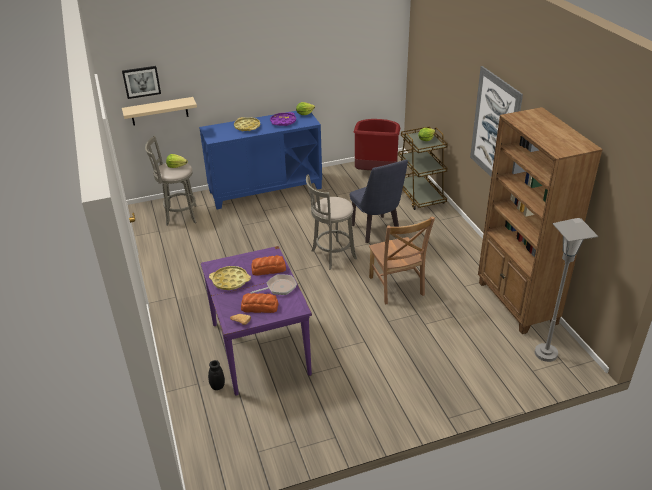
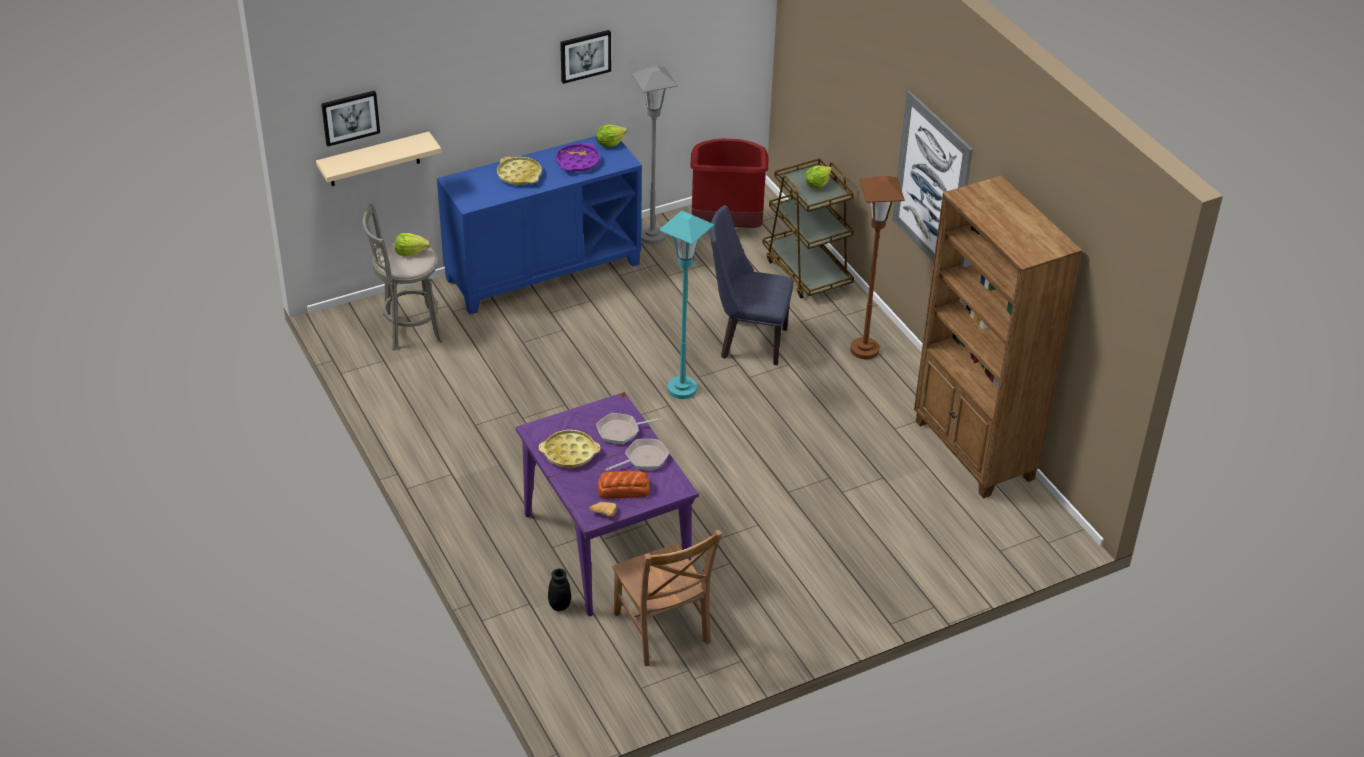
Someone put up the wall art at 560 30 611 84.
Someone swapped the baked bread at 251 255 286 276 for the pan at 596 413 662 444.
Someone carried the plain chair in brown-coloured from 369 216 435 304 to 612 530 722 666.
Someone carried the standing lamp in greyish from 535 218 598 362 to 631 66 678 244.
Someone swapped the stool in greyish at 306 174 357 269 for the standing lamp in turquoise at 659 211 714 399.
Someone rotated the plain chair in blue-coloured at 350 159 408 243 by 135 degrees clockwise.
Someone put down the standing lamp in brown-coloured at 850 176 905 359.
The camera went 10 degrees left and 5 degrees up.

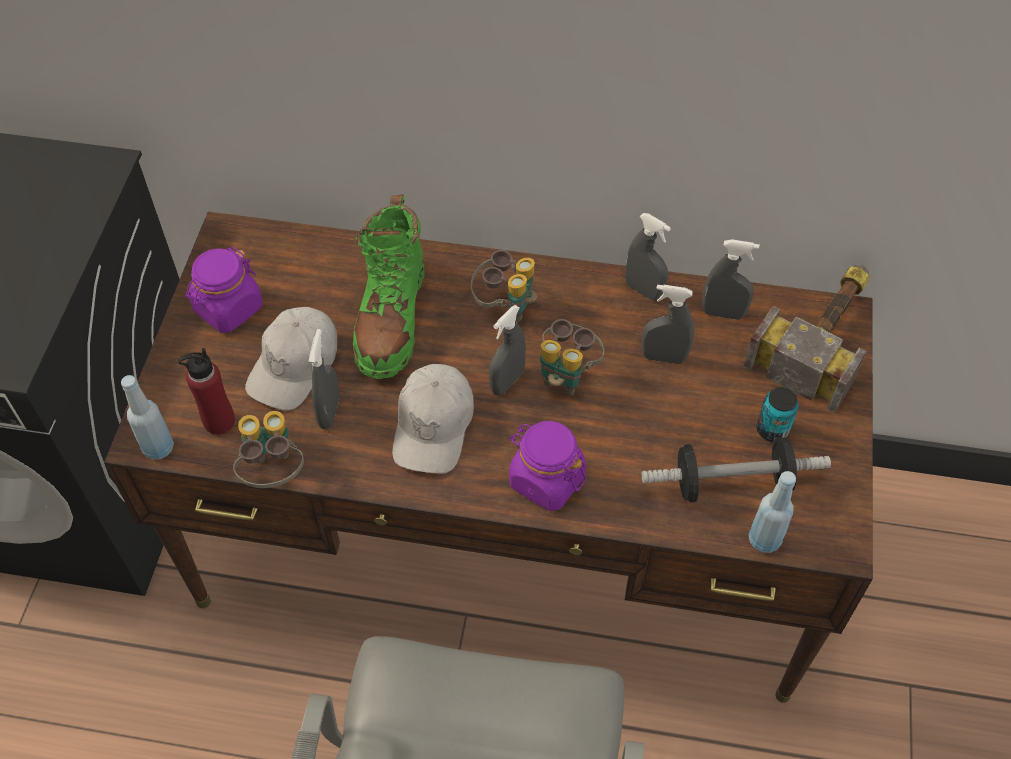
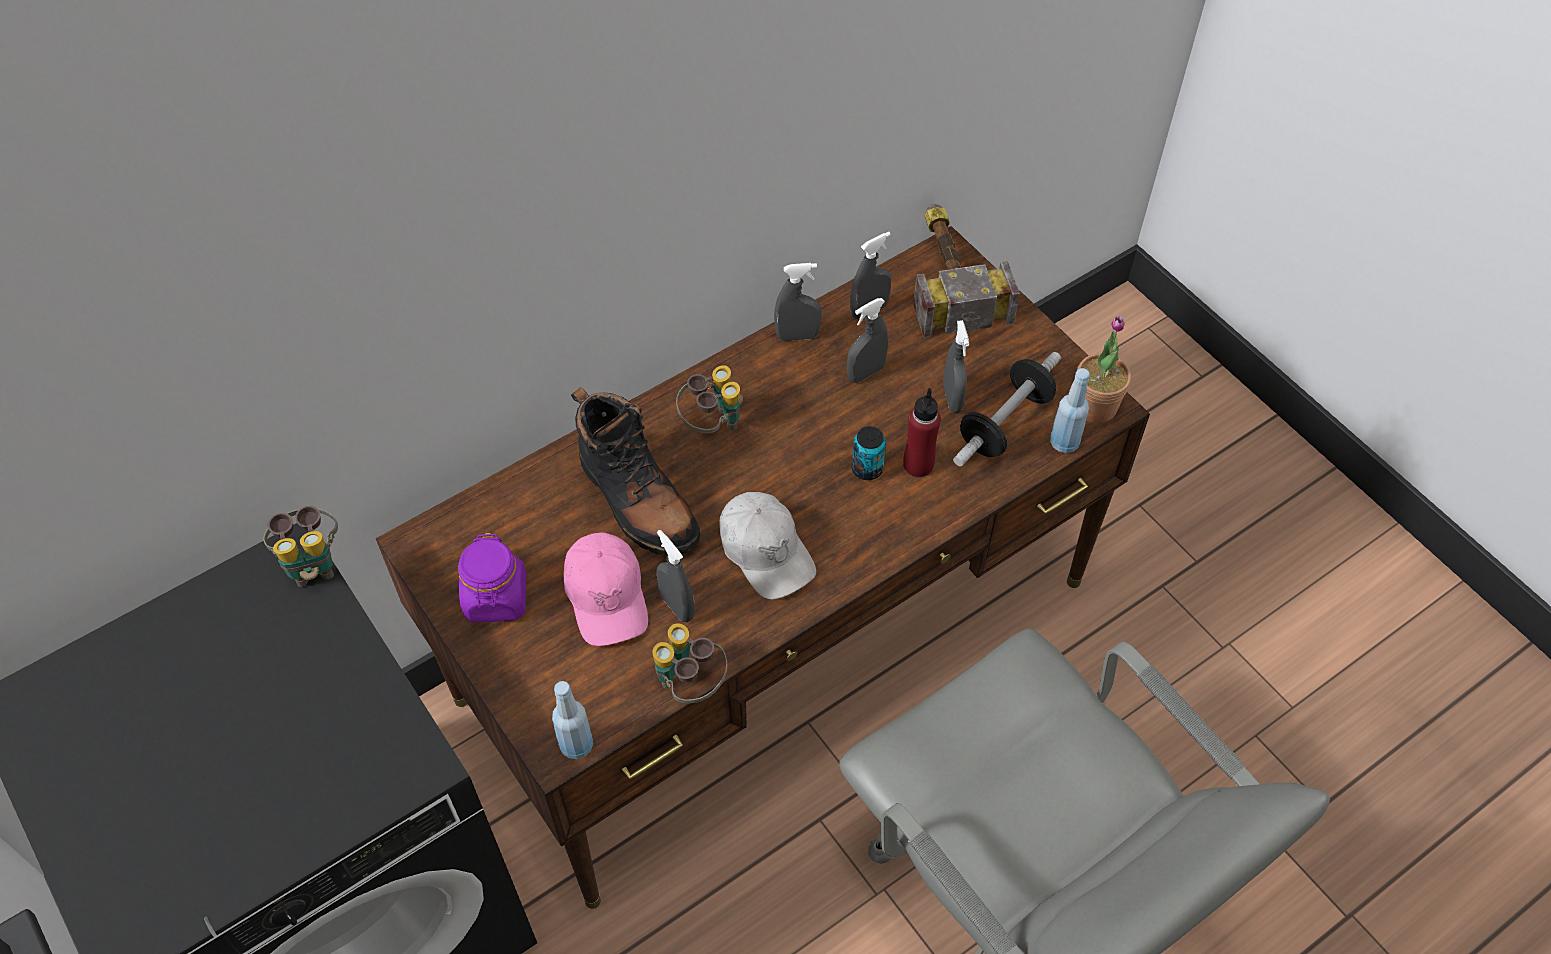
Someone carried the binoculars from 540 319 604 395 to 263 505 338 587.
Someone repainted the cap in white at 245 307 337 410, which became the cap in pink at 563 532 648 646.
Someone repainted the tall boot in greenish at 353 194 425 379, which became the tall boot in blackish at 571 387 700 555.
Someone carried the sealed can from 756 387 799 442 to 852 426 886 480.
Someone carried the bottle in reddish from 178 348 235 435 to 903 388 941 477.
Someone carried the hand sprayer in greyish from 489 305 526 396 to 943 320 969 413.
Someone put down the plant in a pot at 1077 316 1131 423.
Someone took away the preserve jar in purple at 509 421 586 511.
The camera went 45 degrees left and 0 degrees up.

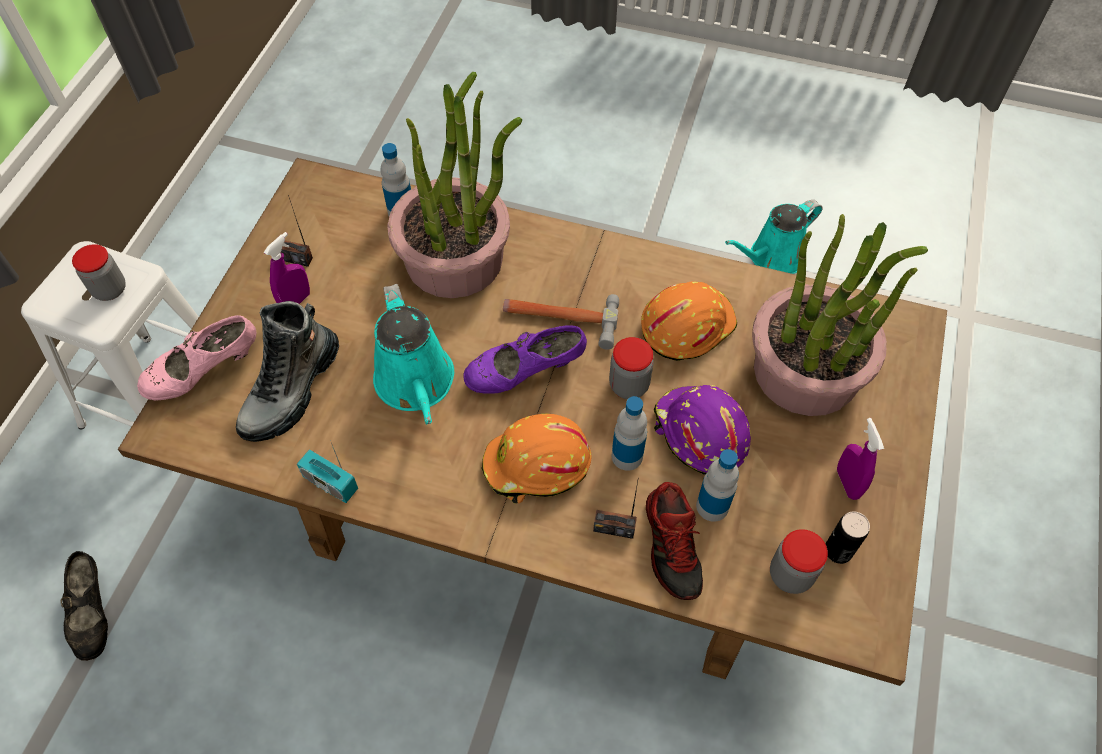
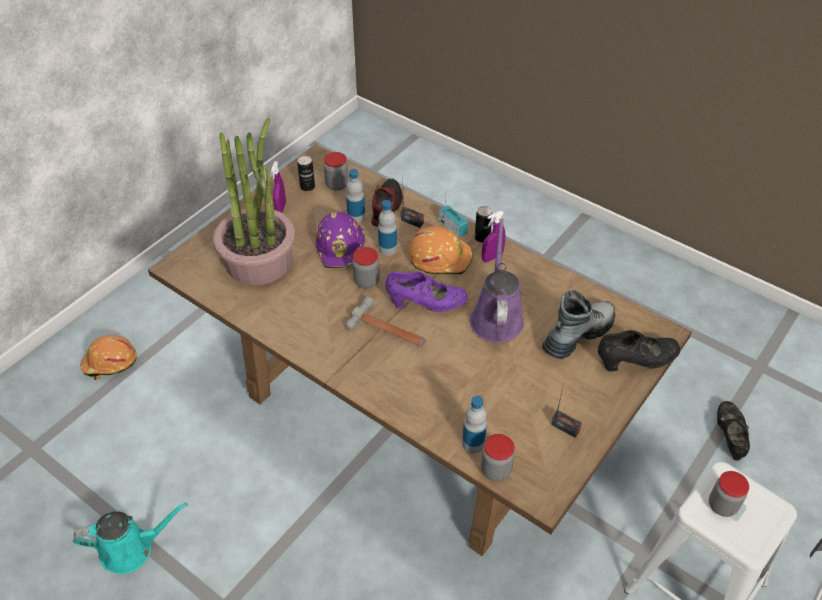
Someone carried the safety helmet in orange from 641 282 737 361 to 80 335 137 380.
Someone carried the radio set from 297 443 358 503 to 439 193 468 238.
Someone repainted the watering can in turquoise at 373 284 454 424, which became the watering can in purple at 470 219 524 343.
Someone put down the sealed can at 475 206 492 243.
Someone put down the preserve jar at 481 434 515 482.
Someone carried the hand sprayer in purple from 264 232 310 304 to 482 211 505 262.
Someone repainted the shoe in pink at 137 315 256 401, which became the shoe in blackish at 598 330 680 371.
Someone took away the plant in a pot at 387 72 522 298.
The camera went 160 degrees left and 10 degrees down.

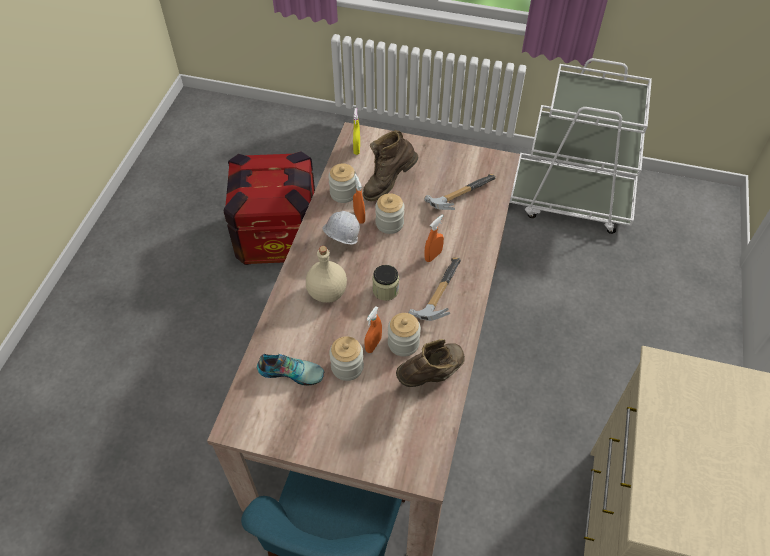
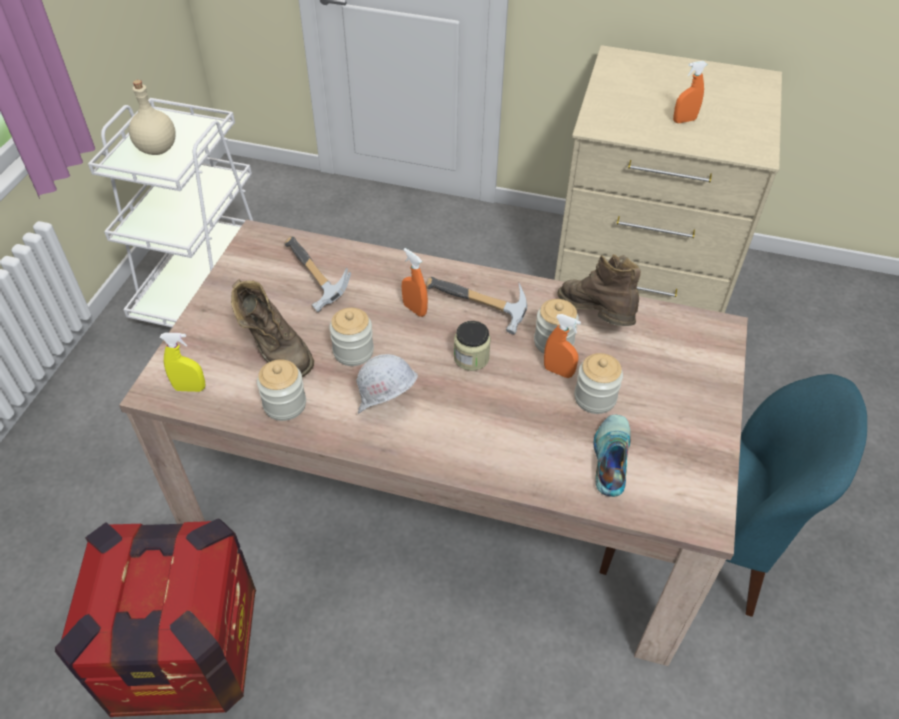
Someone carried the bottle in beige from 306 246 347 303 to 129 80 176 155.
Someone carried the hand sprayer in orange from 353 174 365 224 to 673 61 707 123.
The camera went 90 degrees left and 5 degrees down.

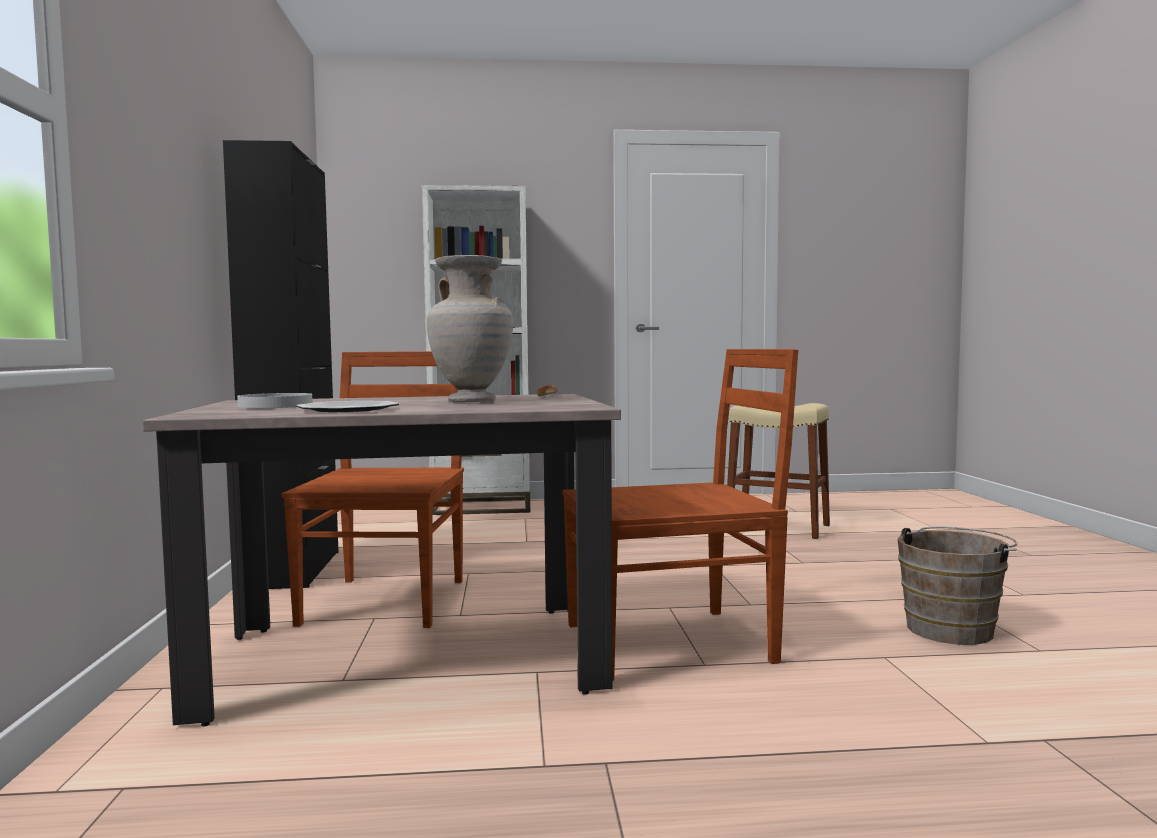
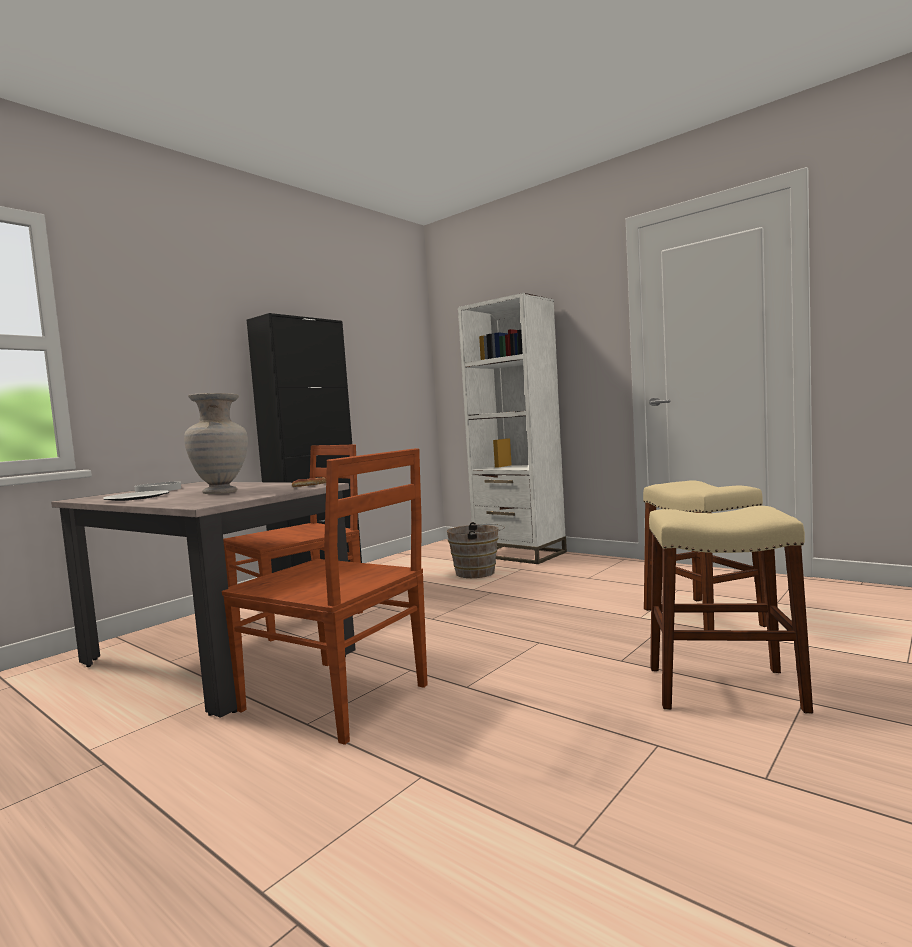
Someone carried the water bucket in brown-coloured from 897 526 1018 645 to 447 522 505 578.
Someone put down the stool in beige at 649 506 813 714.
The camera went 45 degrees right and 0 degrees up.

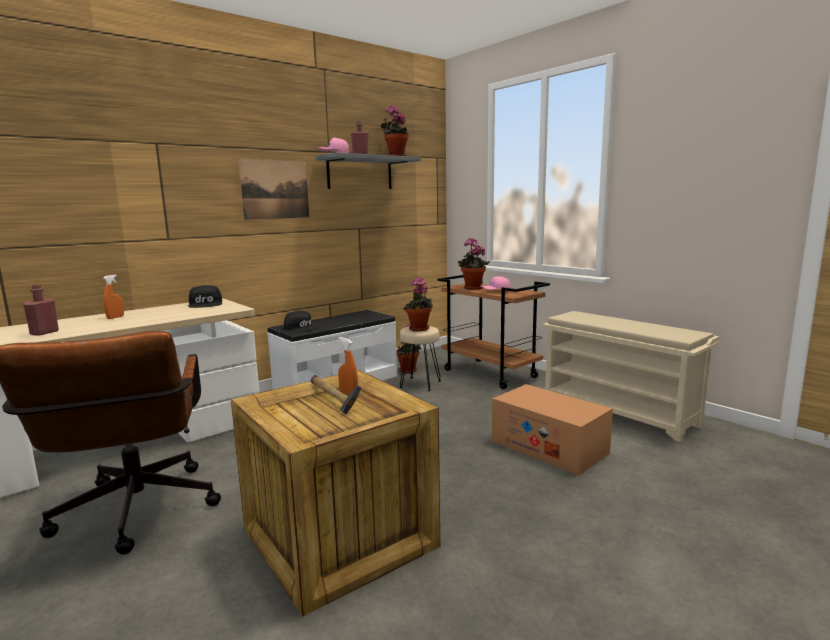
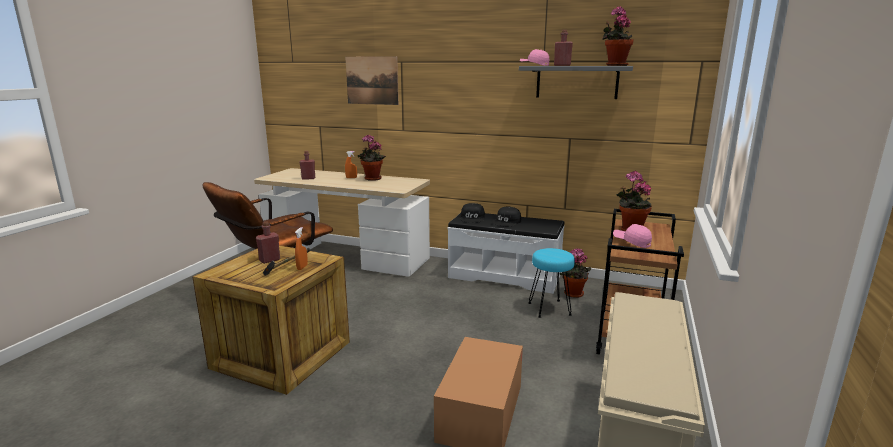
Someone put down the bottle in reddish at 256 222 280 264.
Someone carried the wall art from 238 159 309 220 to 345 56 399 105.
Someone carried the plant in a pot from 403 277 433 332 to 358 134 386 181.
Someone carried the cap in blackish from 188 285 222 308 to 492 207 521 226.
Someone repainted the stool in beige at 400 326 441 391, which became the stool in turquoise at 528 248 575 318.
The camera went 60 degrees right and 5 degrees up.

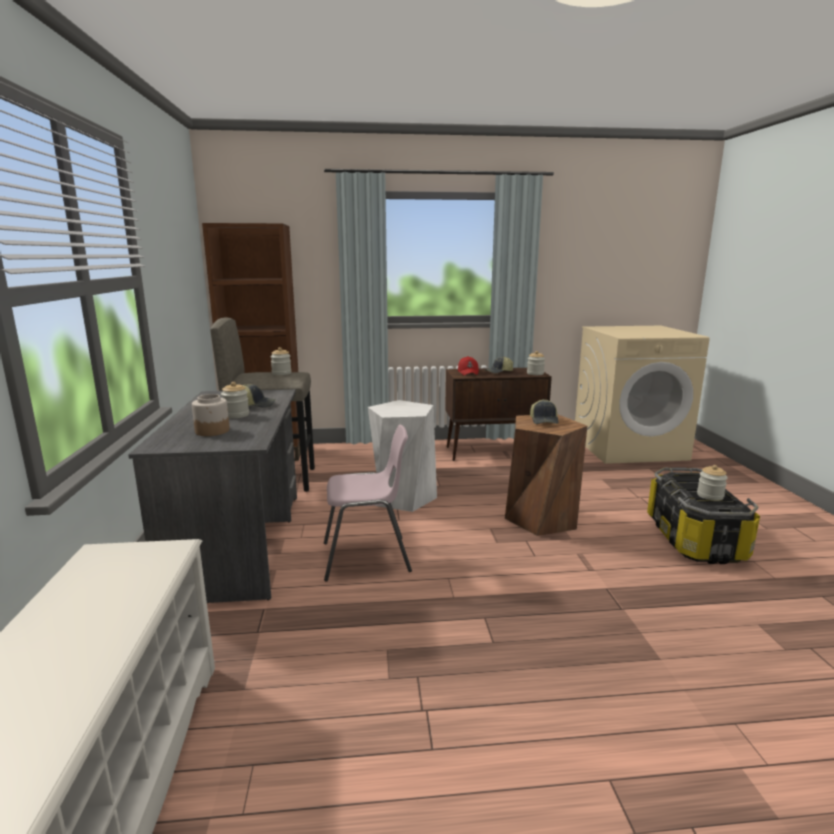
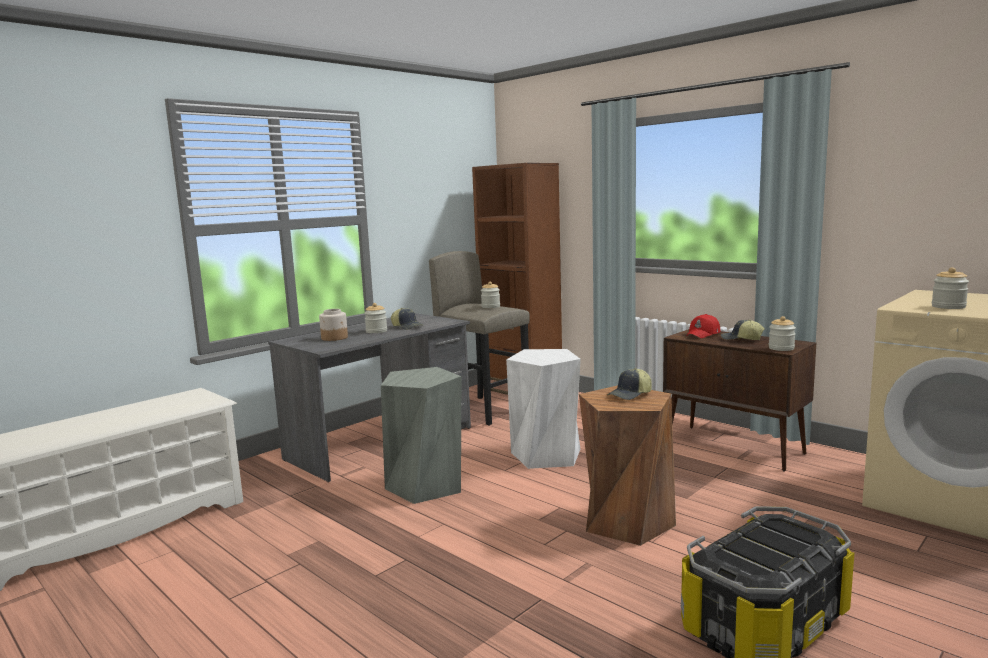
Someone swapped the plain chair in pink at 324 425 412 581 for the stool in greyish at 381 367 461 504.
Someone carried the preserve jar from 697 465 728 501 to 932 267 969 309.
The camera went 50 degrees right and 5 degrees down.

